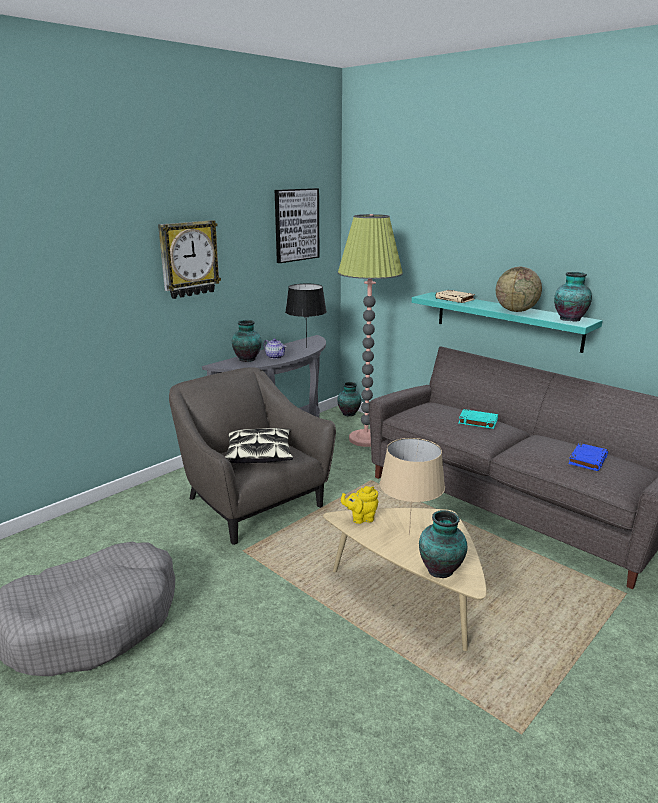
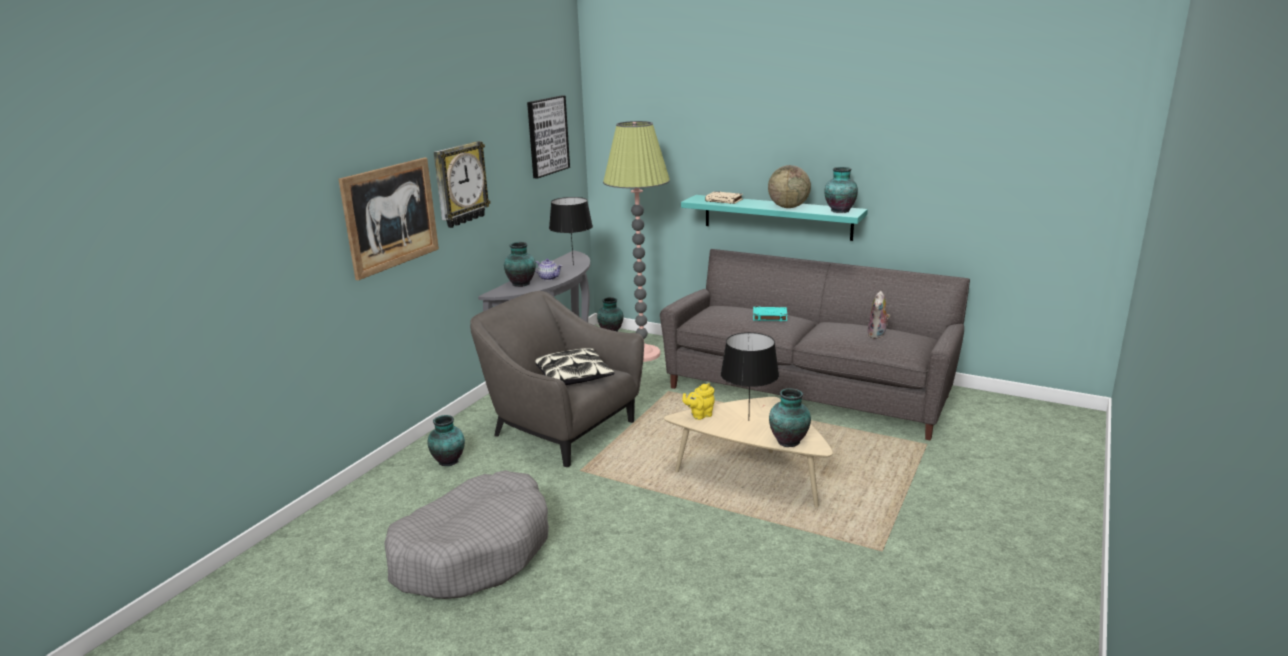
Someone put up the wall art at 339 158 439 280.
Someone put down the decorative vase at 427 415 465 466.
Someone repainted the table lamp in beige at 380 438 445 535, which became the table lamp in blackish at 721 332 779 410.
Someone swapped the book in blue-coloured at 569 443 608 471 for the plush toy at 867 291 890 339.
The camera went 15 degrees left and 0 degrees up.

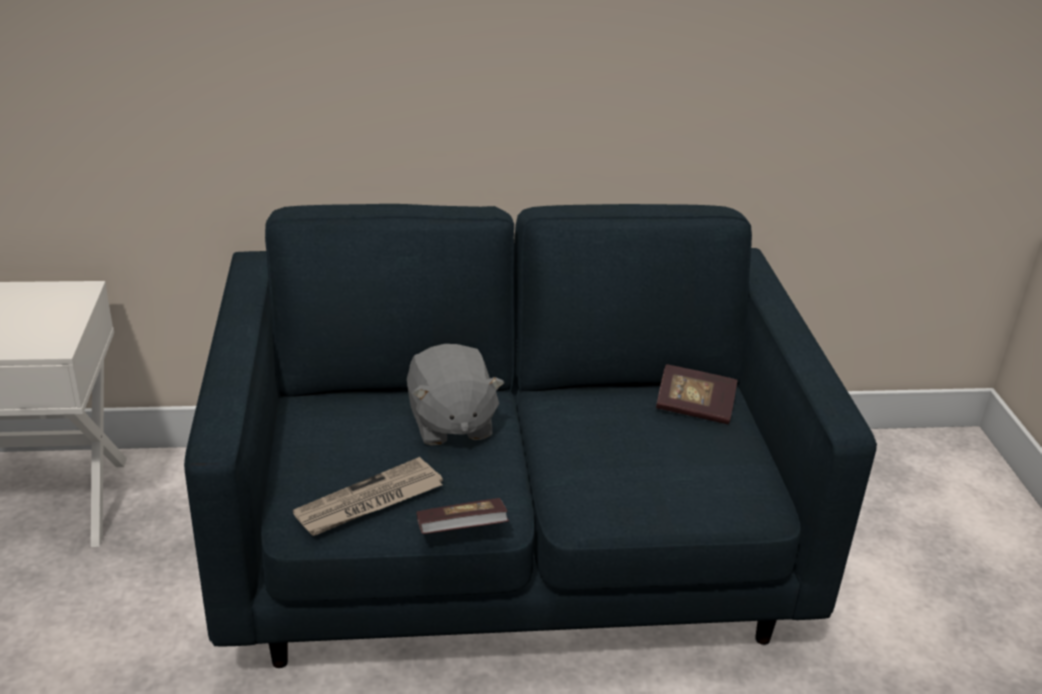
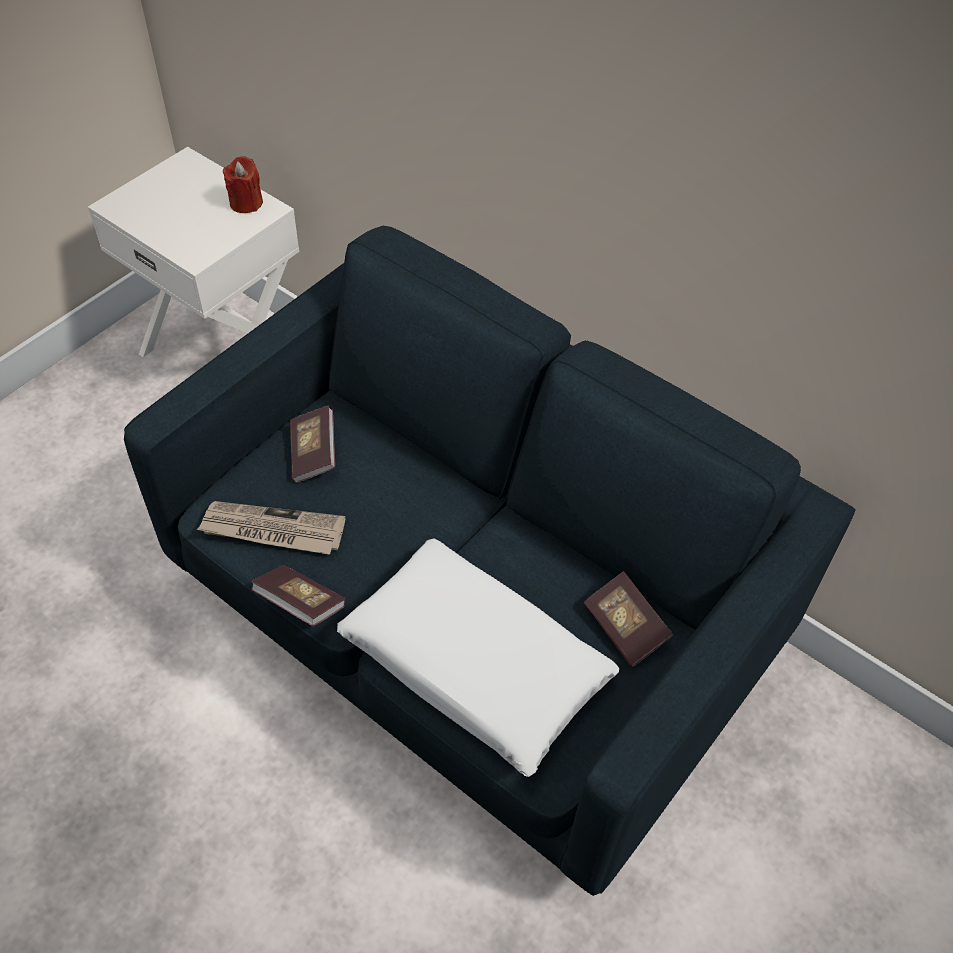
Someone put down the candle in reddish at 223 156 263 213.
Someone put down the book at 290 405 336 483.
Someone put down the cushion in white at 337 539 619 777.
Someone took away the plush toy in greyish at 407 344 504 446.
The camera went 45 degrees right and 20 degrees up.

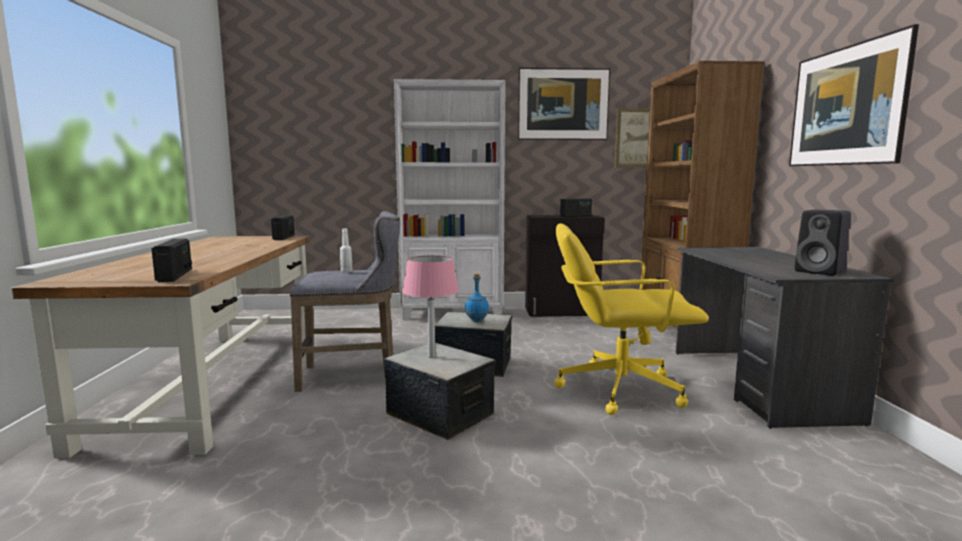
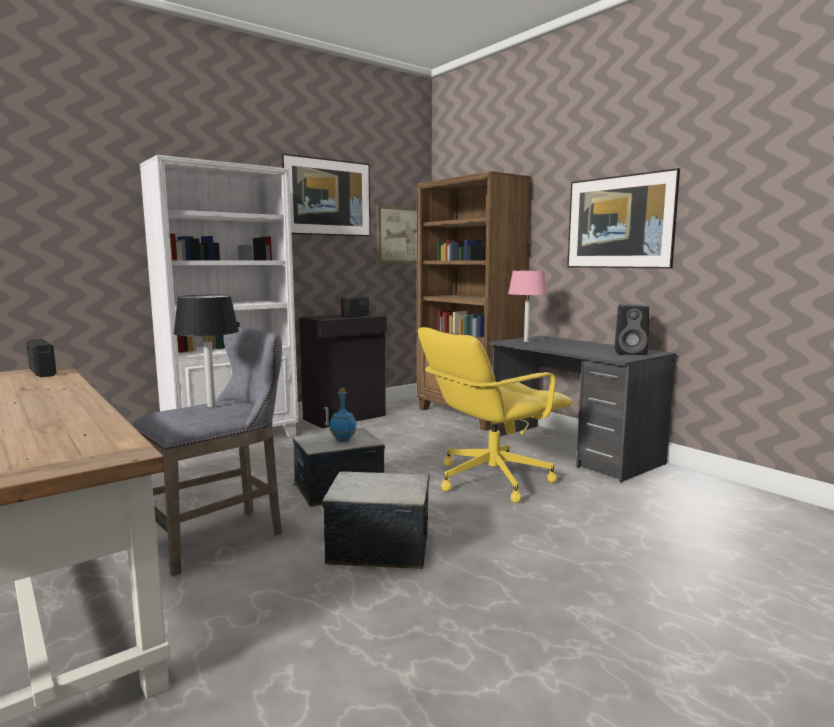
Someone swapped the bottle in white at 340 229 353 272 for the table lamp in blackish at 173 295 239 407.
Someone carried the table lamp in pink from 402 255 459 358 to 508 270 548 342.
Someone took away the radio set at 151 238 192 282.
The camera went 35 degrees left and 0 degrees up.

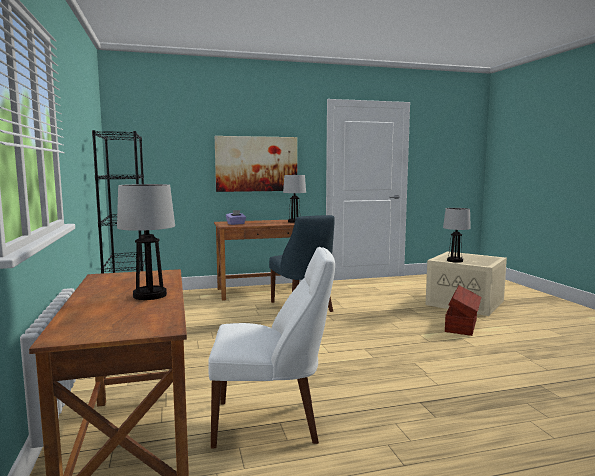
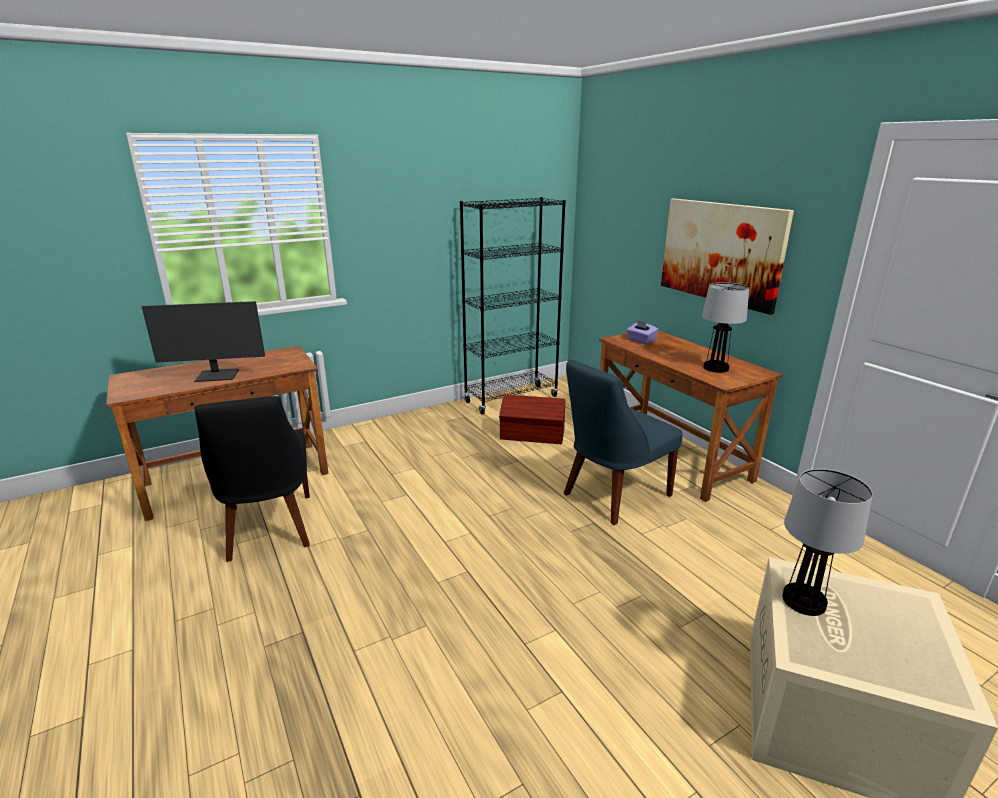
Someone swapped the table lamp at 117 184 175 300 for the computer display at 142 301 265 382.
Someone repainted the plain chair in white at 208 247 335 448, which became the plain chair in blackish at 194 396 310 562.
Someone carried the storage box in brown-coloured from 445 285 481 336 to 499 395 565 444.
The camera went 75 degrees right and 15 degrees up.

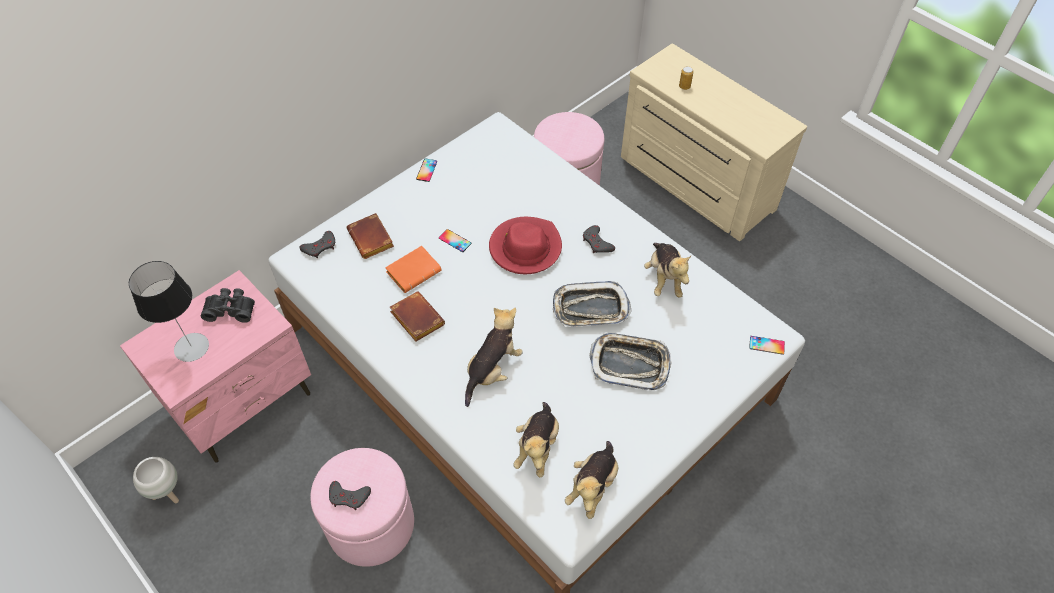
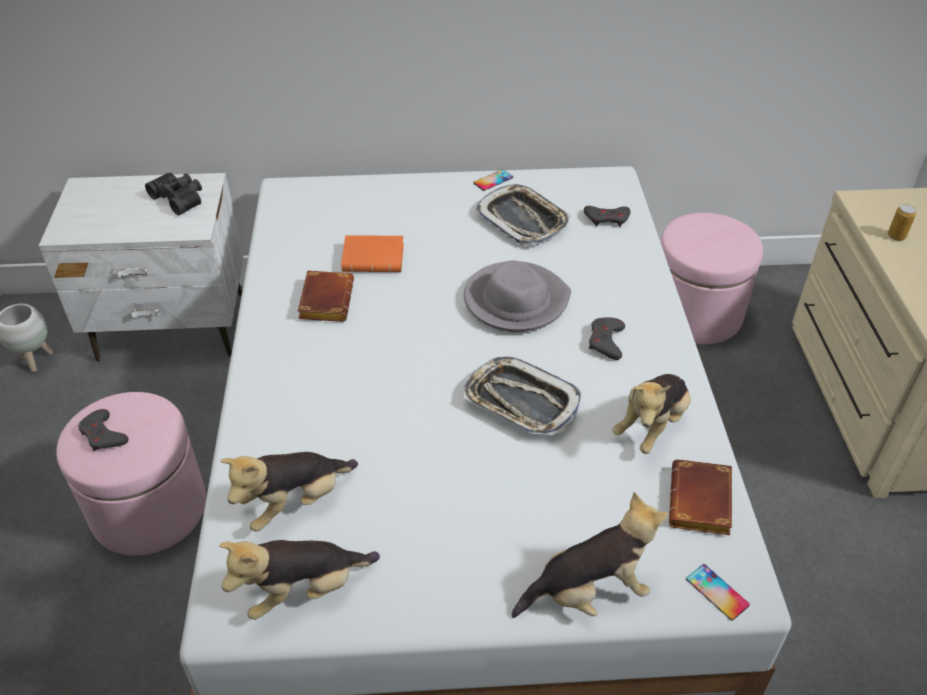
Someone repainted the bedside table in pink at 120 270 311 463, which became the bedside table in white at 39 173 244 361.
Someone repainted the clothing hat in reddish at 489 217 562 274, which became the clothing hat in greyish at 464 260 571 332.
Someone carried the tray from 589 333 671 390 to 475 184 570 246.
Someone carried the plush toy from 465 308 523 407 to 511 492 668 618.
Someone carried the joypad in greyish from 299 231 335 258 to 584 206 630 227.
Someone carried the book in brown-coloured from 346 213 394 259 to 669 459 732 535.
Someone took away the table lamp at 129 261 209 362.
Someone took away the telephone at 439 229 471 252.
The camera went 40 degrees right and 10 degrees down.

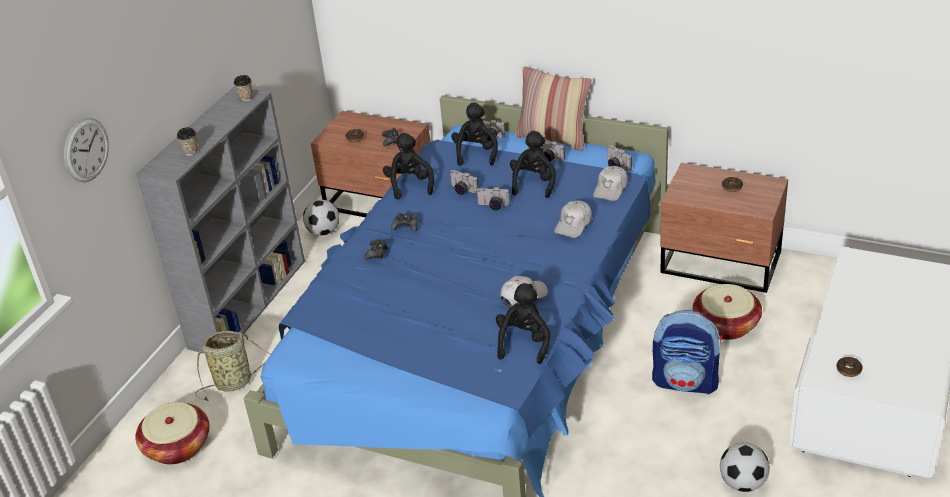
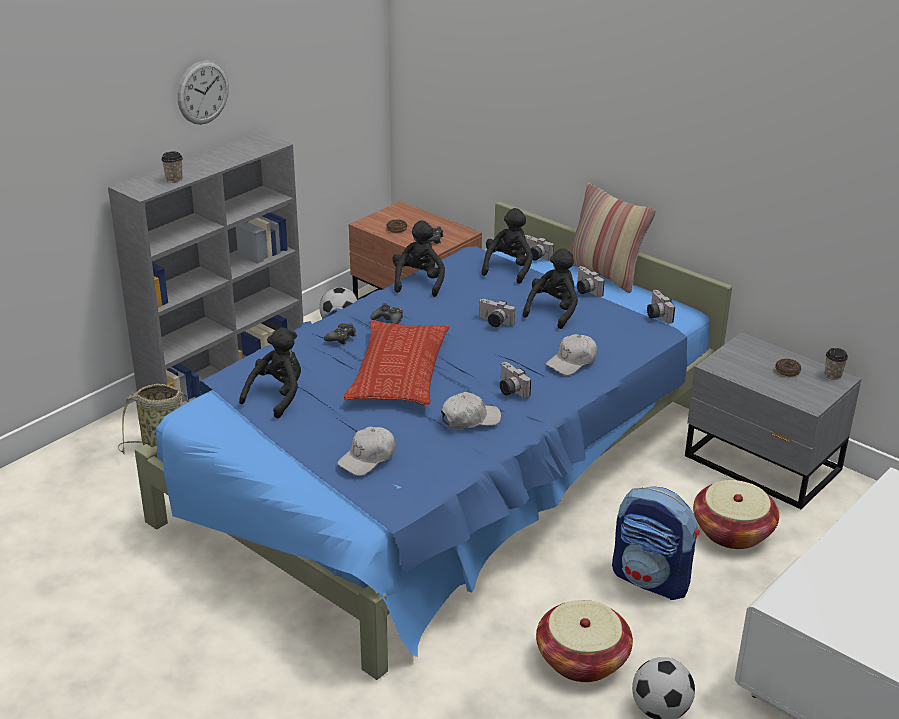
Someone carried the wall clock from 64 118 109 183 to 177 60 229 125.
Someone carried the plush toy in blackish from 496 283 550 364 to 239 327 301 419.
Someone carried the cap in white from 593 166 628 201 to 337 427 396 476.
Someone put down the cushion at 344 320 449 405.
Someone carried the still camera from 450 170 478 195 to 500 362 531 398.
Someone carried the basket from 135 402 210 465 to 536 600 633 682.
Someone repainted the bedside table in brown-coloured at 660 163 788 293, which became the bedside table in greyish at 685 332 862 509.
Someone carried the small cup from 234 75 253 102 to 825 348 848 380.
Someone took away the doughnut at 837 357 863 377.
The camera went 15 degrees right and 5 degrees down.

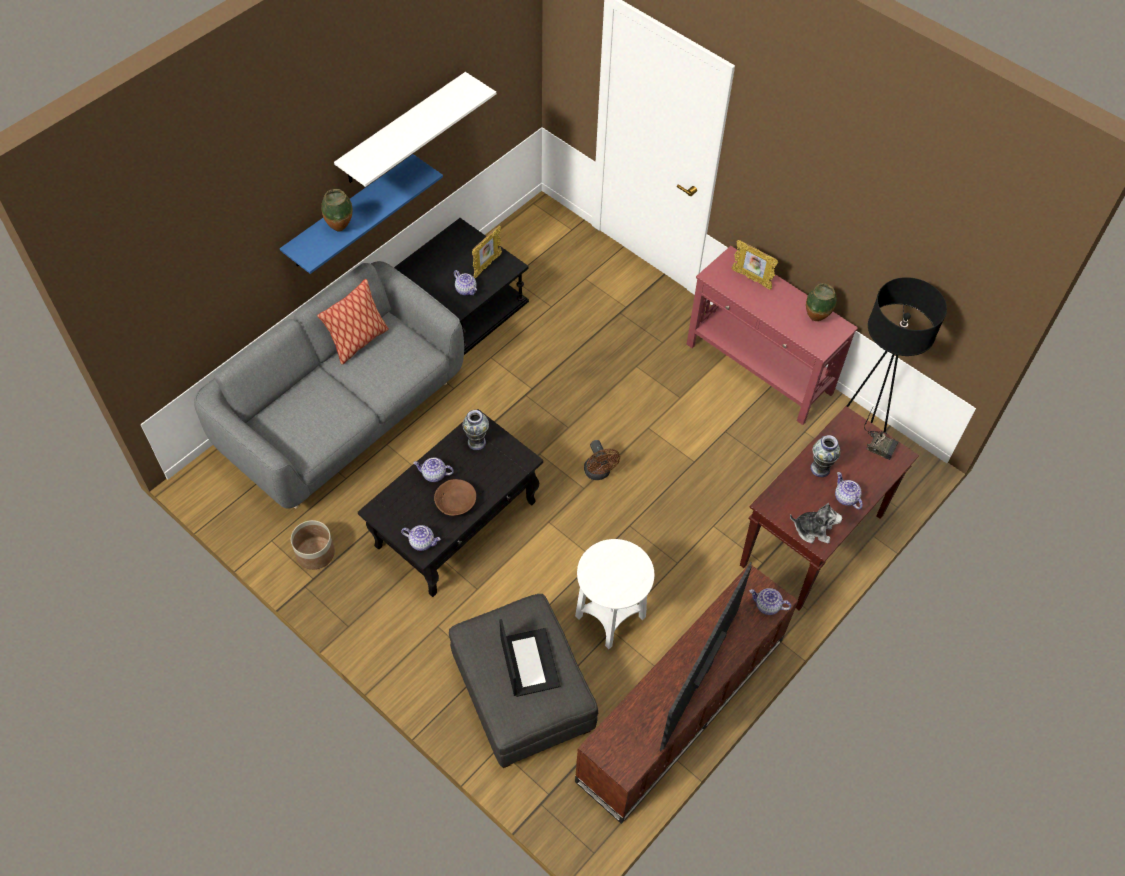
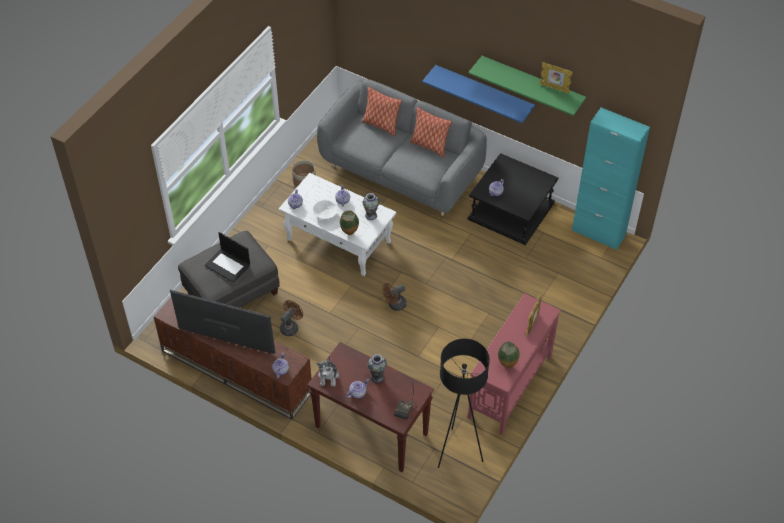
Someone rotated the laptop at 499 619 560 697 by 60 degrees clockwise.
Someone repainted the lounge table in blackish at 358 409 543 597, which became the lounge table in white at 279 173 396 276.
Someone swapped the accent table in white at 575 539 654 649 for the fan in brown-coloured at 280 300 303 336.
Someone repainted the deep dish in brown-coloured at 434 479 476 516, which became the deep dish in white at 312 200 338 220.
Someone carried the decorative vase from 321 189 353 231 to 340 210 359 235.
Someone put down the cushion at 362 87 402 136.
Someone repainted the shelf in white at 334 72 496 187, which became the shelf in greenish at 468 56 586 116.
Someone carried the standing frame from 472 226 502 278 to 539 62 573 94.
Someone put down the cabinet in turquoise at 572 108 650 250.
The camera went 80 degrees right and 5 degrees down.

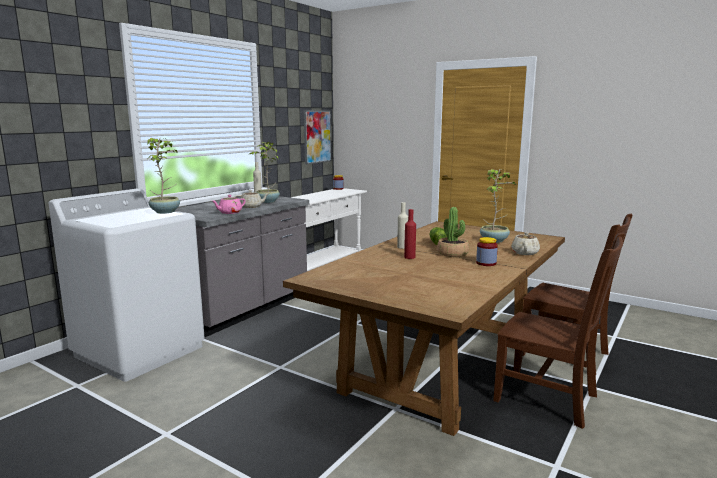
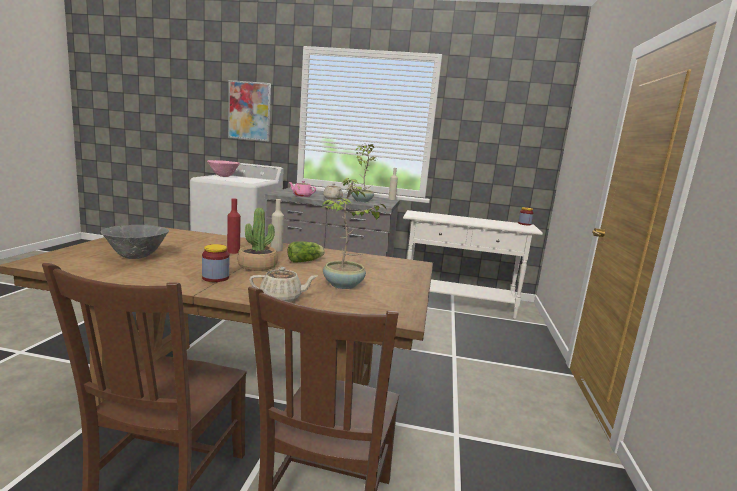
Someone put down the deep dish in greyish at 101 225 169 259.
Someone put down the deep dish in pink at 207 160 240 177.
Someone carried the wall art from 304 110 331 164 to 228 80 271 142.
Someone took away the plant in a pot at 147 138 180 214.
The camera went 65 degrees right and 0 degrees up.

